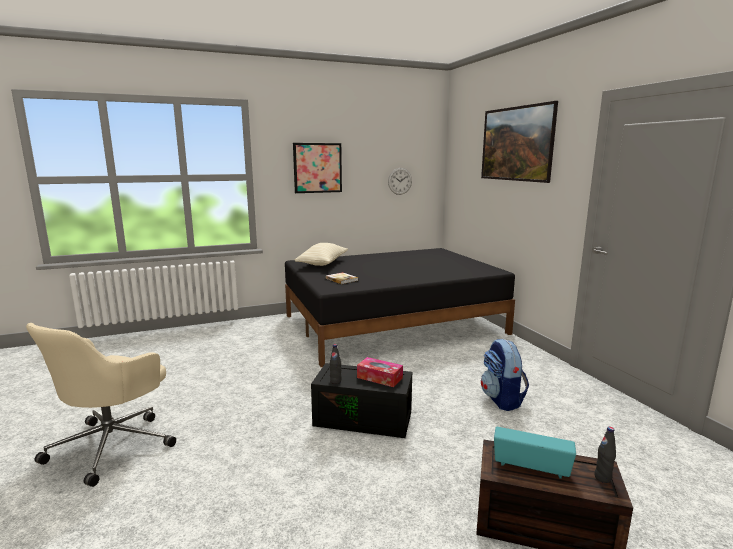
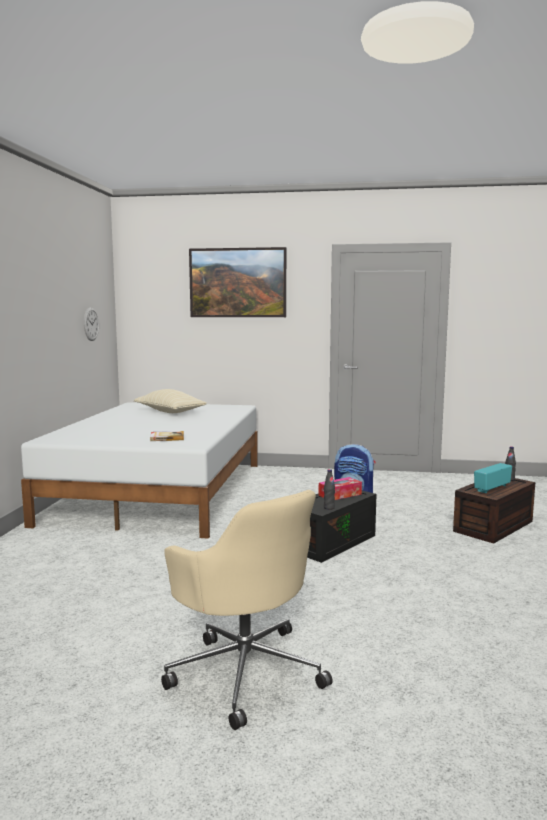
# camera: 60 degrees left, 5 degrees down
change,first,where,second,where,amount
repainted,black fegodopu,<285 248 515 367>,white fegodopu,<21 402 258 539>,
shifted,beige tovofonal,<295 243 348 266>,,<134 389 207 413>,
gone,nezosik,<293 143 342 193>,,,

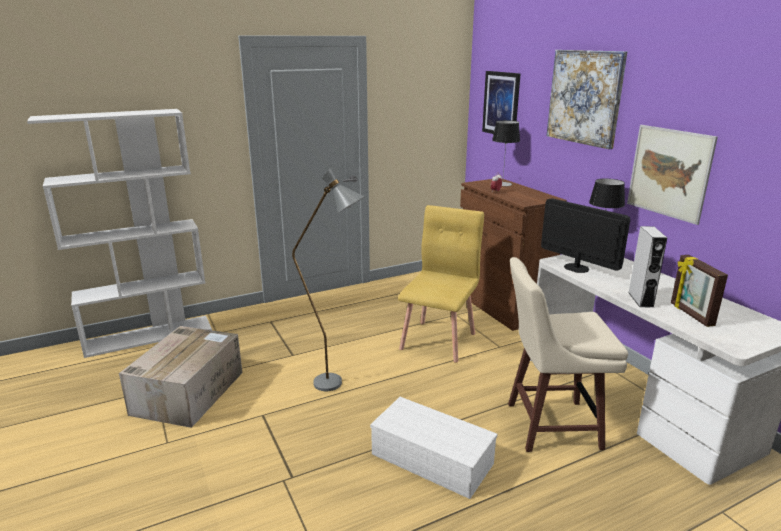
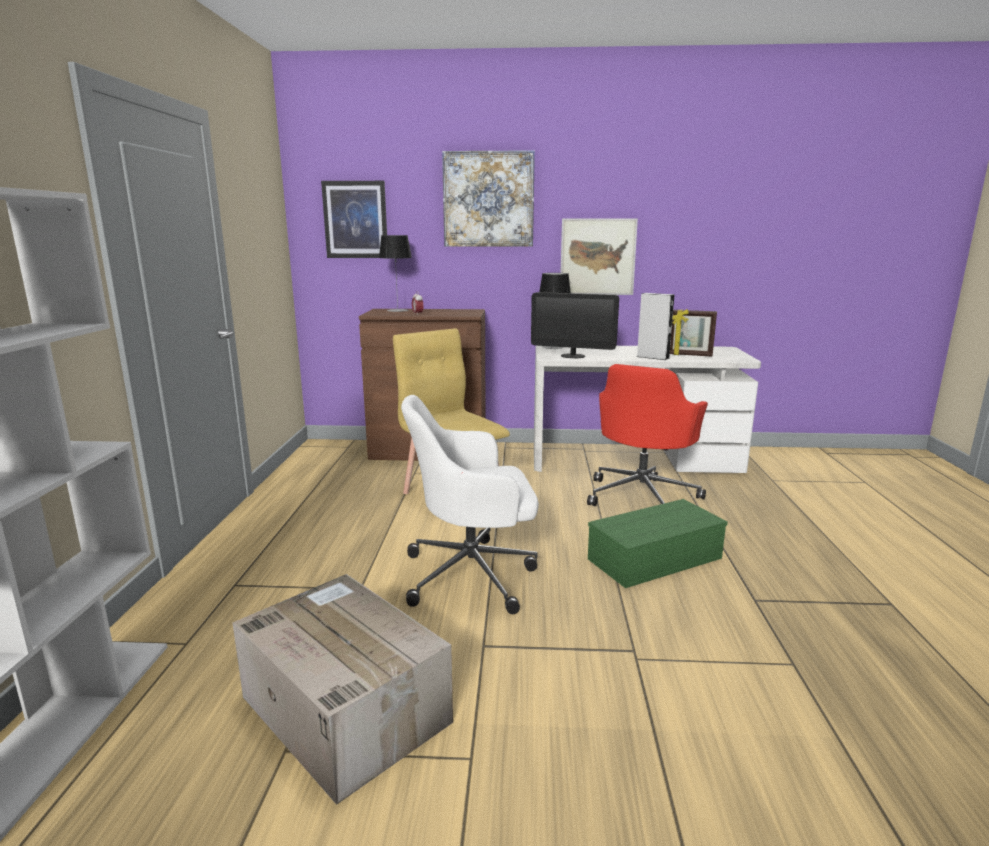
# camera: 60 degrees left, 5 degrees down
change,first,where,second,where,amount
swapped,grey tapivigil,<292 168 365 391>,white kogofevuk,<401 395 539 614>,
rotated,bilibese,<541 198 630 273>,,<531 292 619 359>,150 degrees counterclockwise
swapped,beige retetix,<508 257 628 452>,red kogofevuk,<587 364 708 506>,
repainted,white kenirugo,<370 397 497 499>,green kenirugo,<588 499 728 588>,

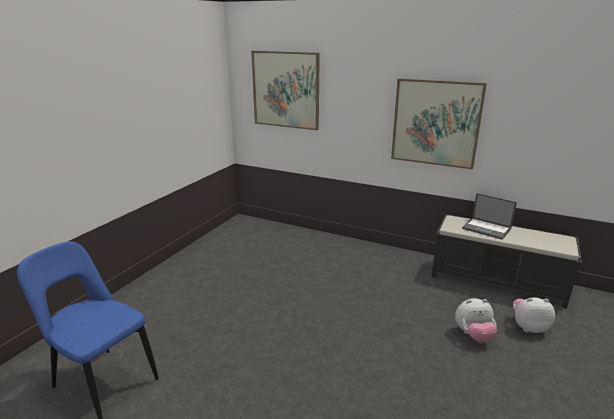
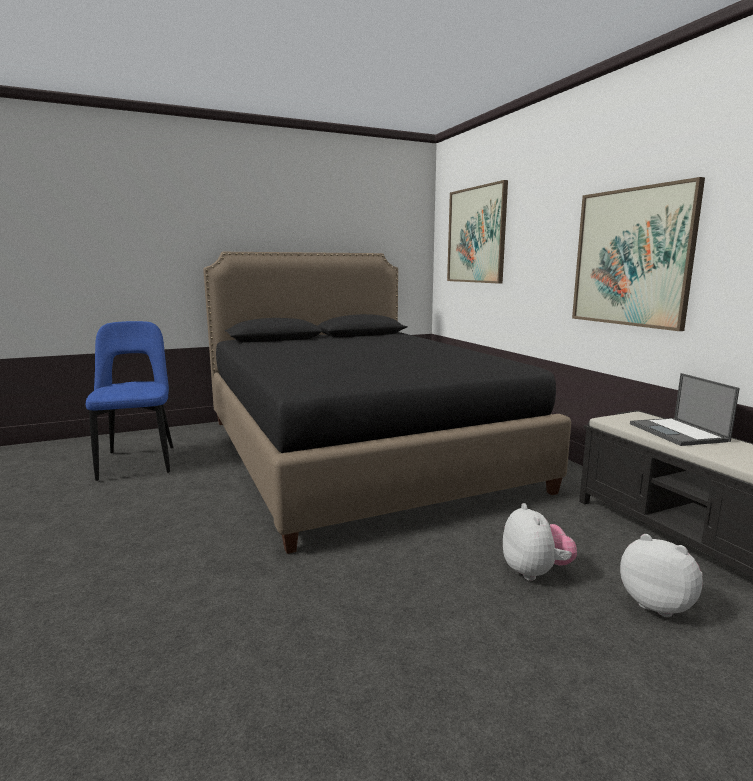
# camera: 40 degrees right, 10 degrees down
change,first,where,second,where,amount
new,,,black fegodopu,<203 252 571 554>,
rotated,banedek,<455 298 497 342>,,<503 503 577 581>,135 degrees counterclockwise

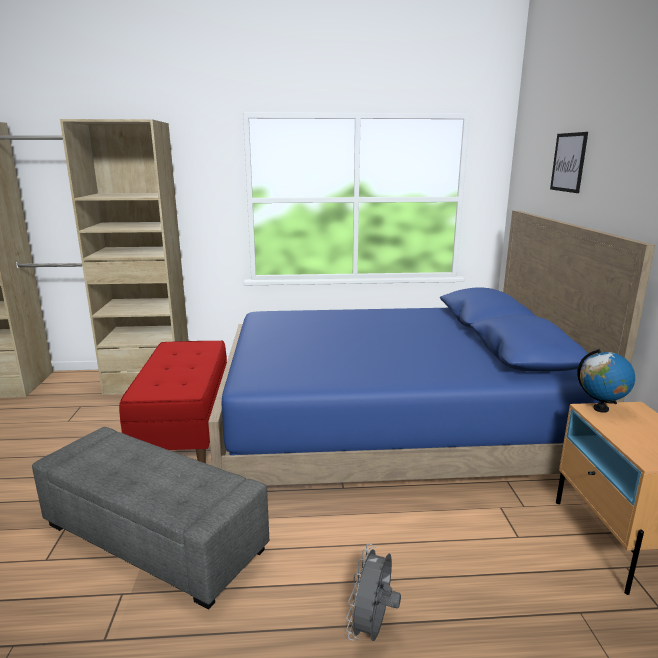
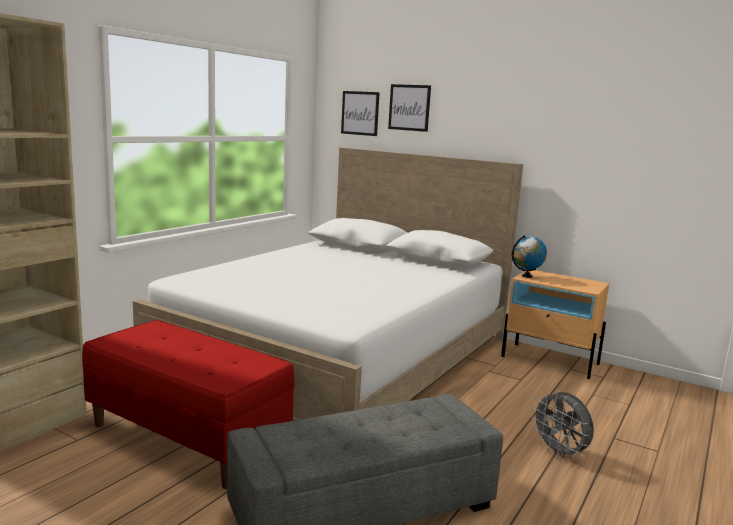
# camera: 55 degrees left, 5 degrees down
change,first,where,second,where,amount
repainted,blue fegodopu,<208 210 655 486>,white fegodopu,<133 148 523 421>,
new,,,nezosik,<341 91 380 136>,

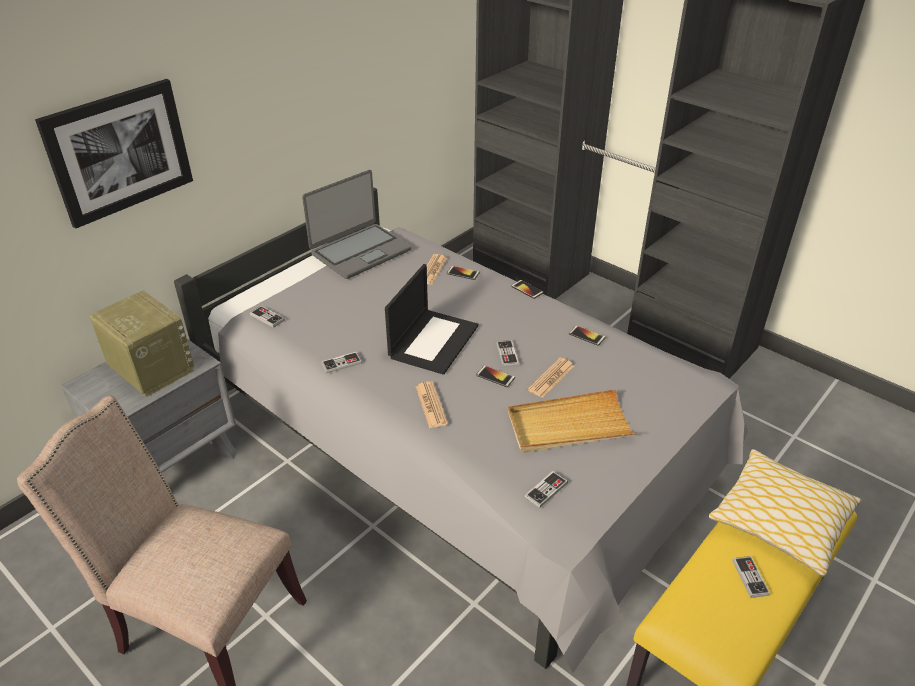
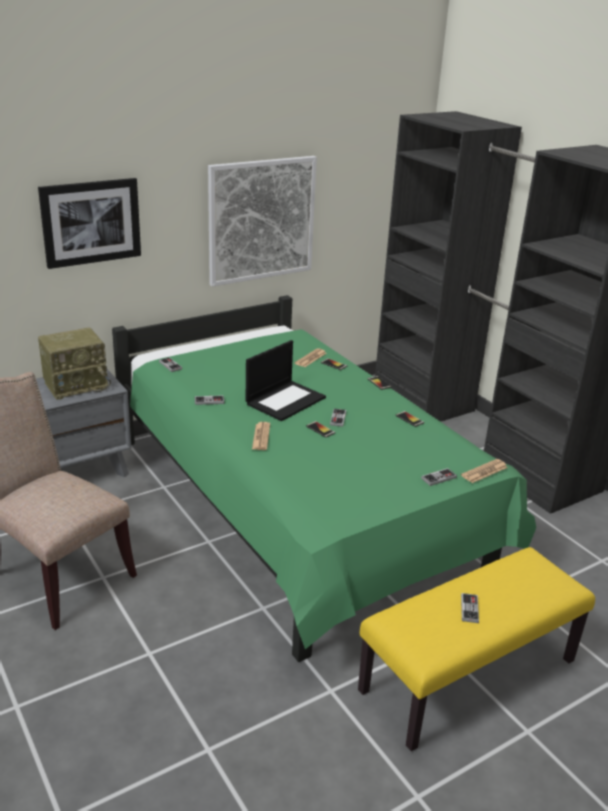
# camera: 15 degrees right, 10 degrees down
change,first,where,second,where,amount
rotated,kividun,<89 290 194 397>,,<38 327 111 400>,90 degrees clockwise
repainted,grey fegodopu,<174 187 748 673>,green fegodopu,<112 295 536 662>,
new,,,nezosik,<208 156 317 287>,
shifted,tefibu,<525 471 568 508>,,<421 468 457 486>,
shifted,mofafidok,<528 358 574 398>,,<461 459 508 483>,
gone,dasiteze,<302 170 412 279>,,,
gone,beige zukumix,<508 389 638 453>,,,
gone,tovofonal,<709 449 862 576>,,,

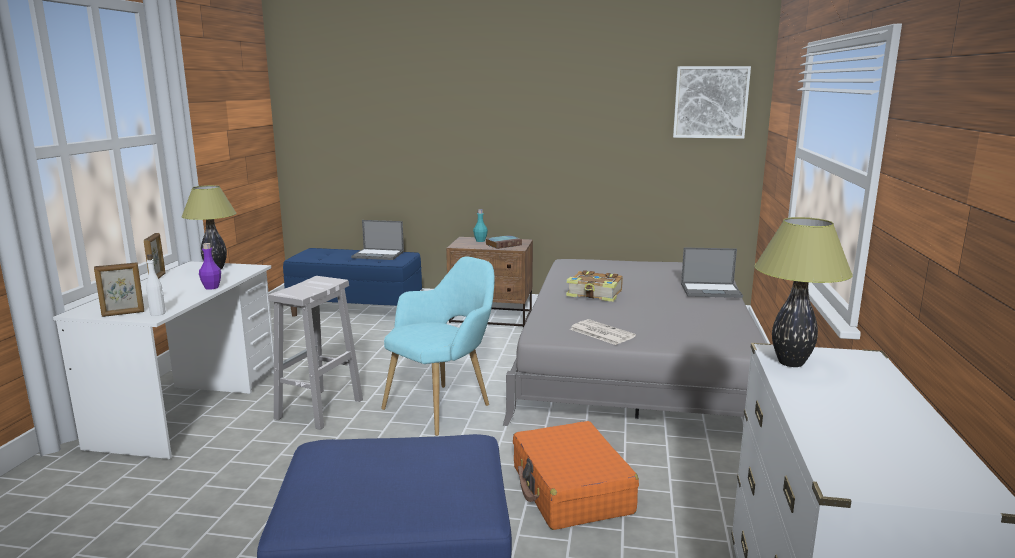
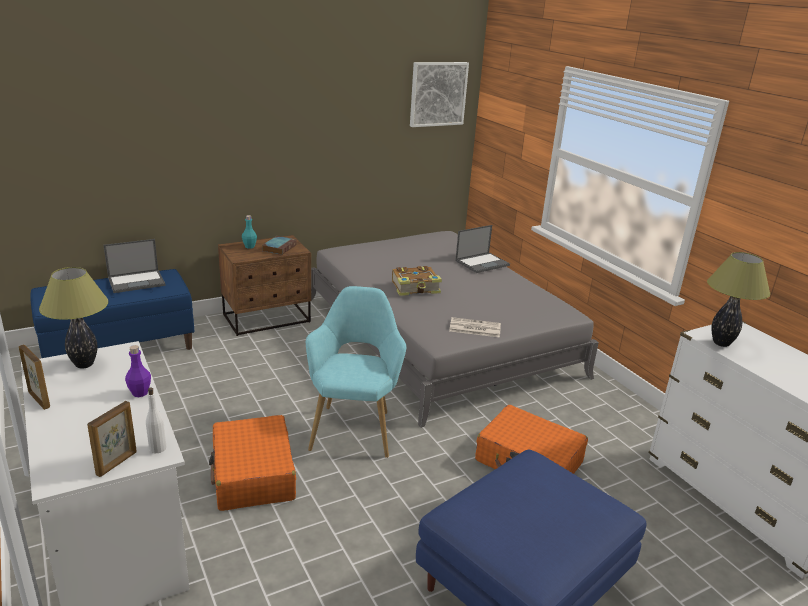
# camera: 40 degrees left, 10 degrees up
change,first,where,second,where,amount
swapped,white retetix,<268 276 363 430>,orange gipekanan,<209 415 296 511>,

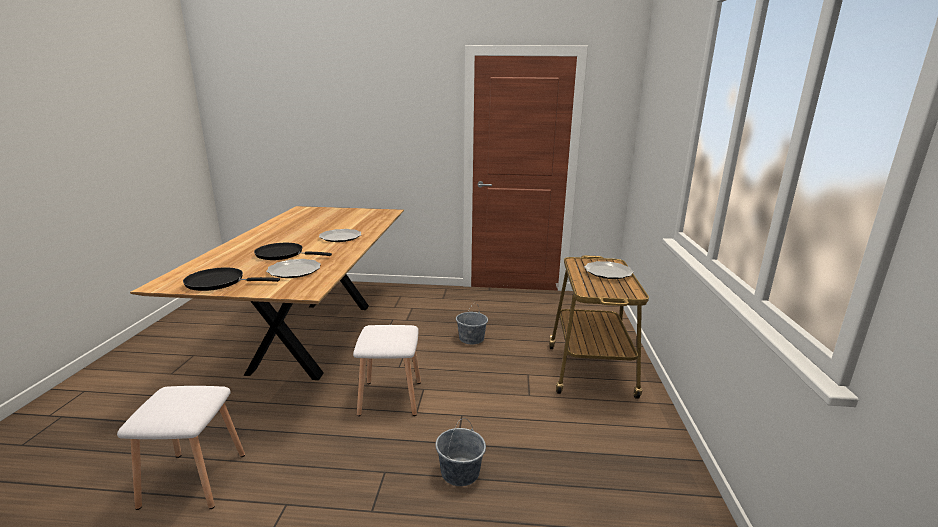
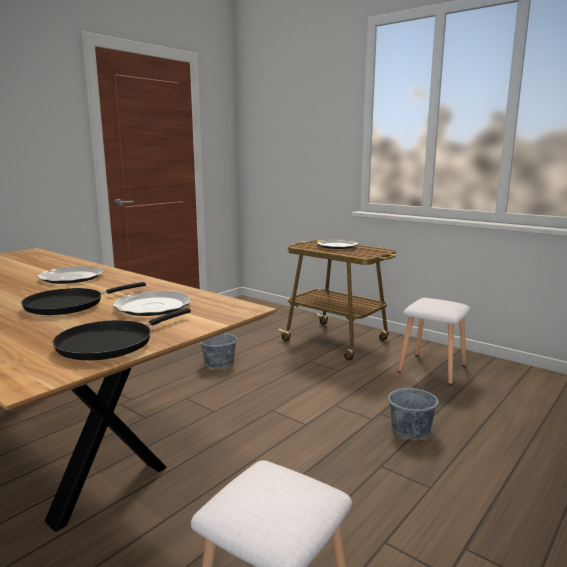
# camera: 55 degrees left, 5 degrees down
change,first,where,second,where,amount
shifted,white retetix,<353 325 421 416>,,<398 298 471 385>,

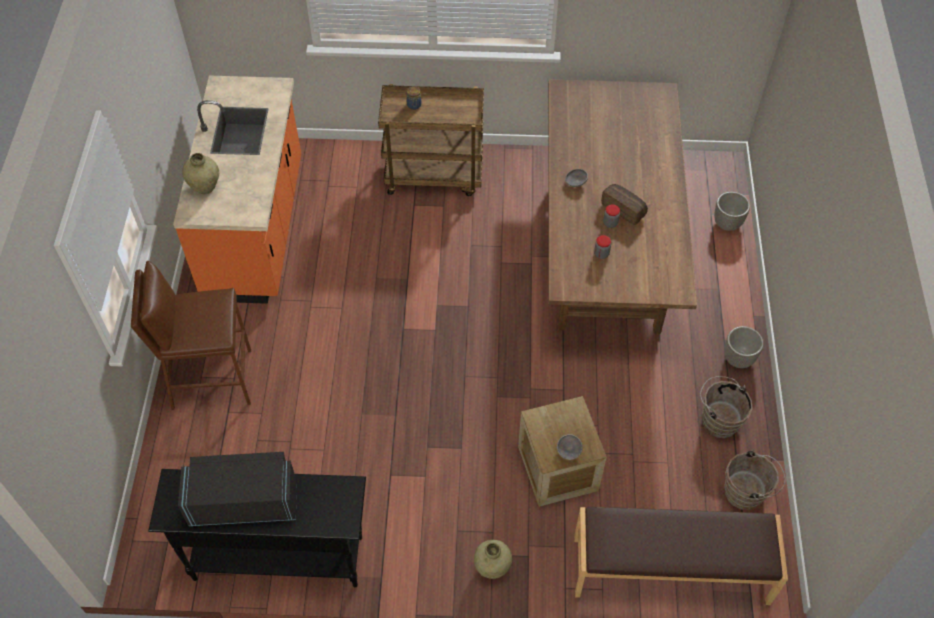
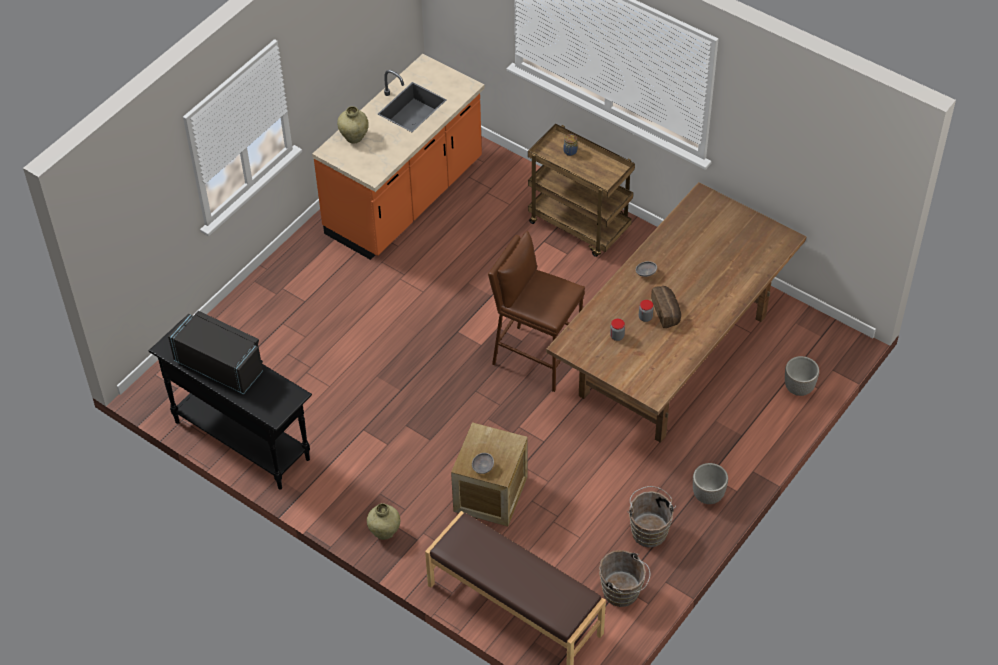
# camera: 35 degrees right, 5 degrees down
change,first,where,second,where,amount
shifted,brown retetix,<131 261 251 410>,,<488 231 585 392>,

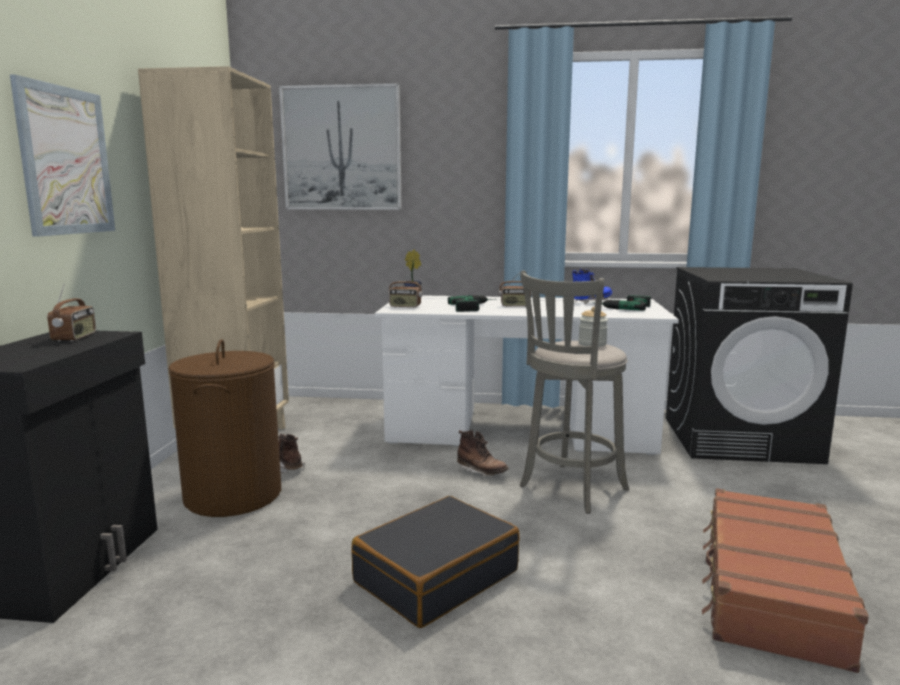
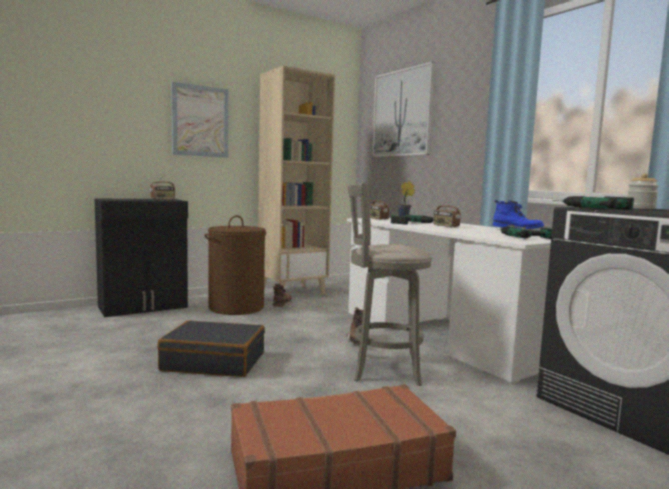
# camera: 50 degrees right, 5 degrees down
change,first,where,second,where,amount
new,,,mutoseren,<553 196 634 210>,
shifted,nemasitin,<578 307 608 347>,,<628 173 659 209>,

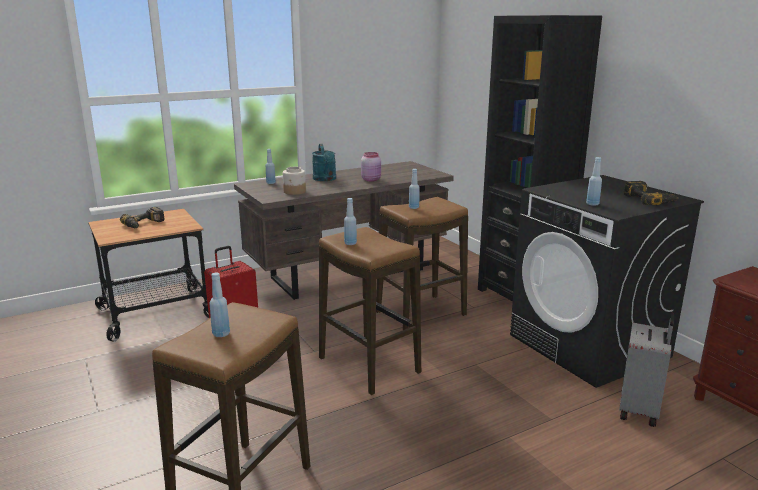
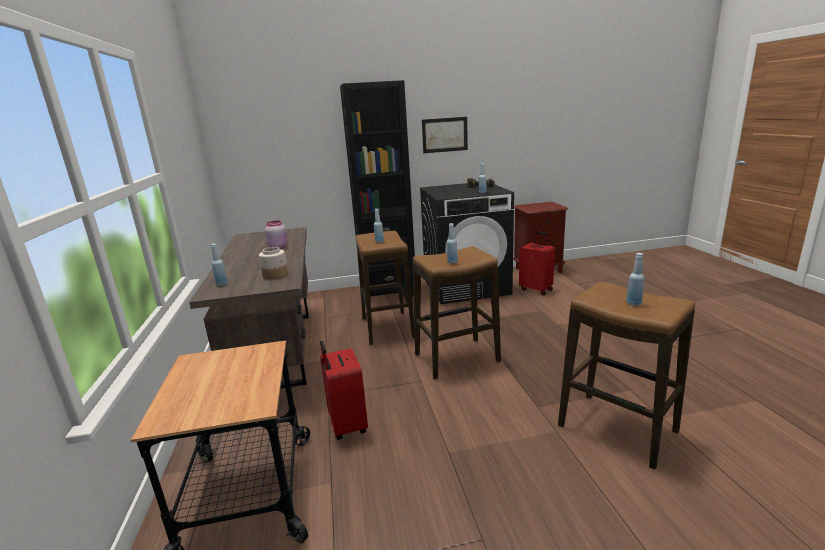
# camera: 70 degrees left, 0 degrees up
change,first,where,second,where,amount
new,,,nezosik,<422 117 468 153>,
repainted,grey gipekanan,<619 313 674 427>,red gipekanan,<519 231 555 295>,
gone,mutoseren,<120 207 165 228>,,,
gone,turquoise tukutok,<312 144 336 181>,,,

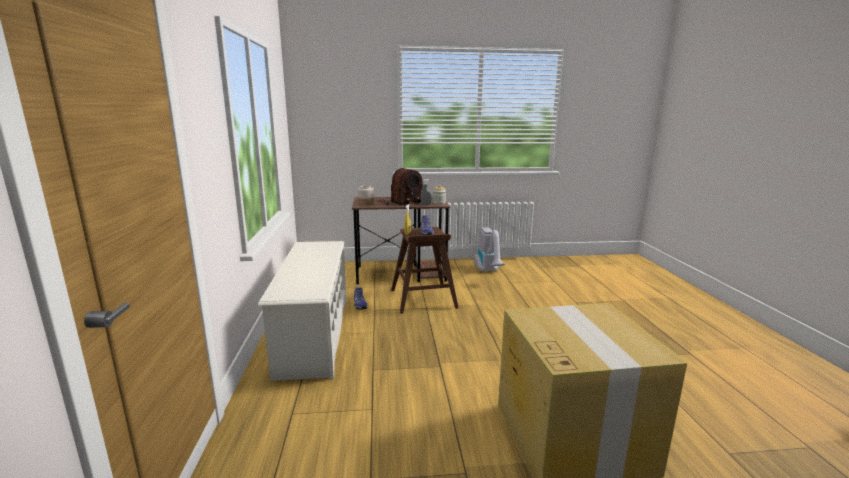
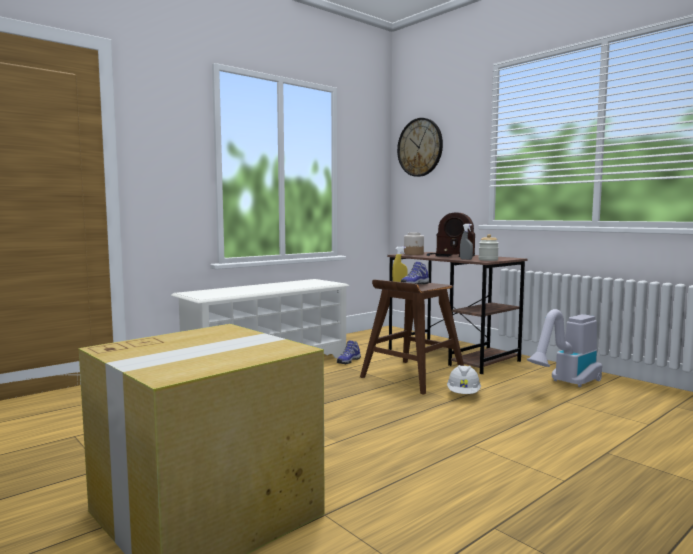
# camera: 55 degrees right, 10 degrees down
change,first,where,second,where,amount
new,,,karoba,<397 118 443 177>,
new,,,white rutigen,<447 365 481 394>,

